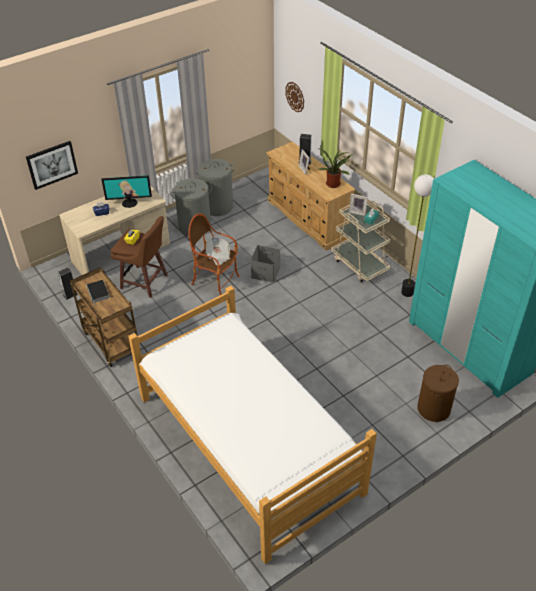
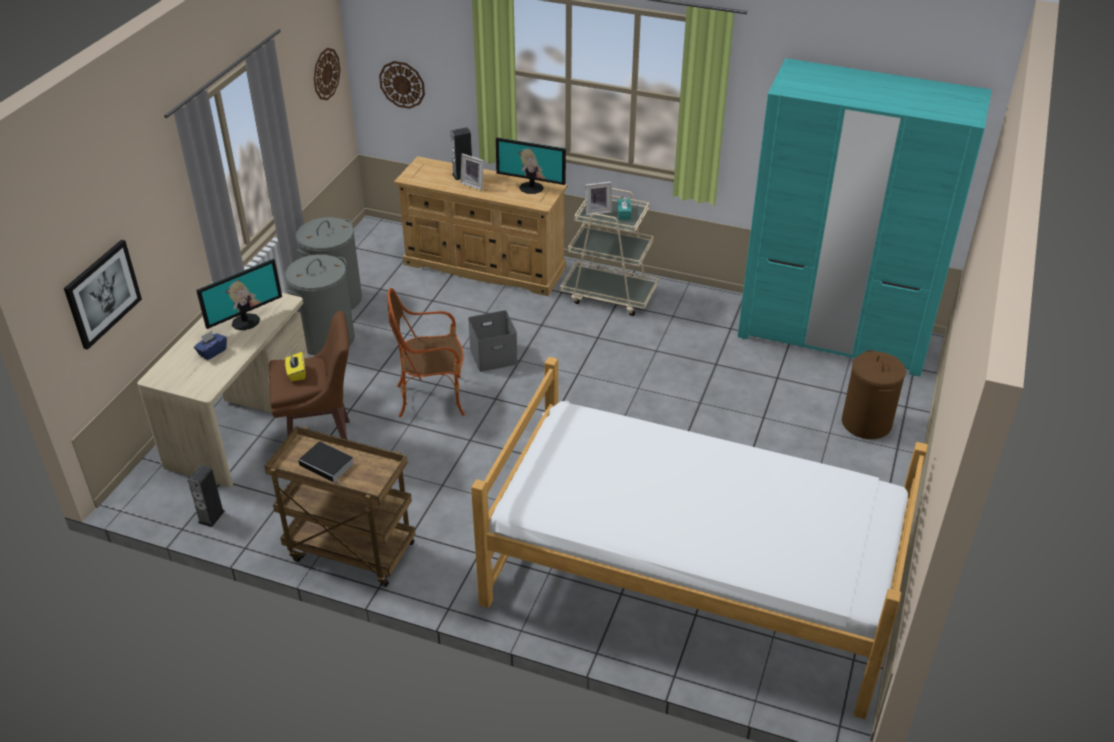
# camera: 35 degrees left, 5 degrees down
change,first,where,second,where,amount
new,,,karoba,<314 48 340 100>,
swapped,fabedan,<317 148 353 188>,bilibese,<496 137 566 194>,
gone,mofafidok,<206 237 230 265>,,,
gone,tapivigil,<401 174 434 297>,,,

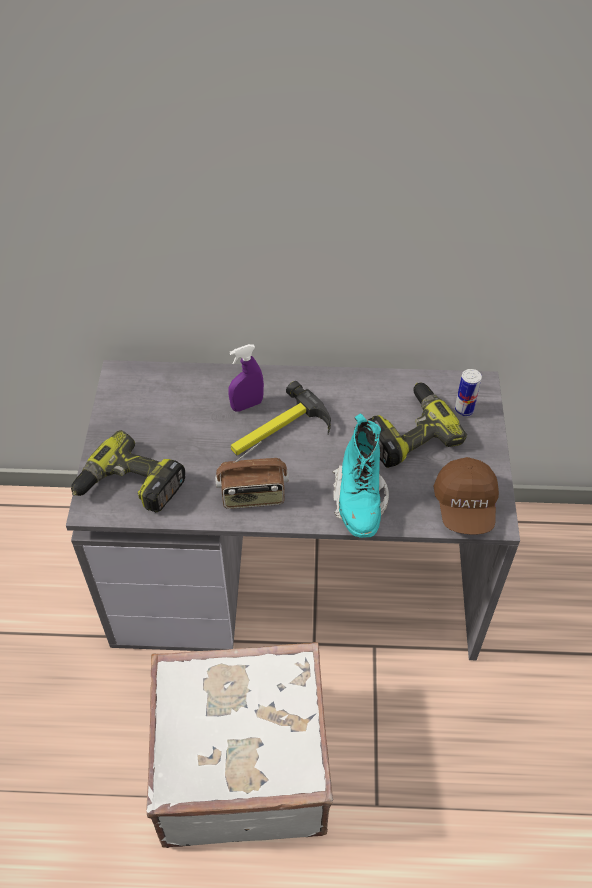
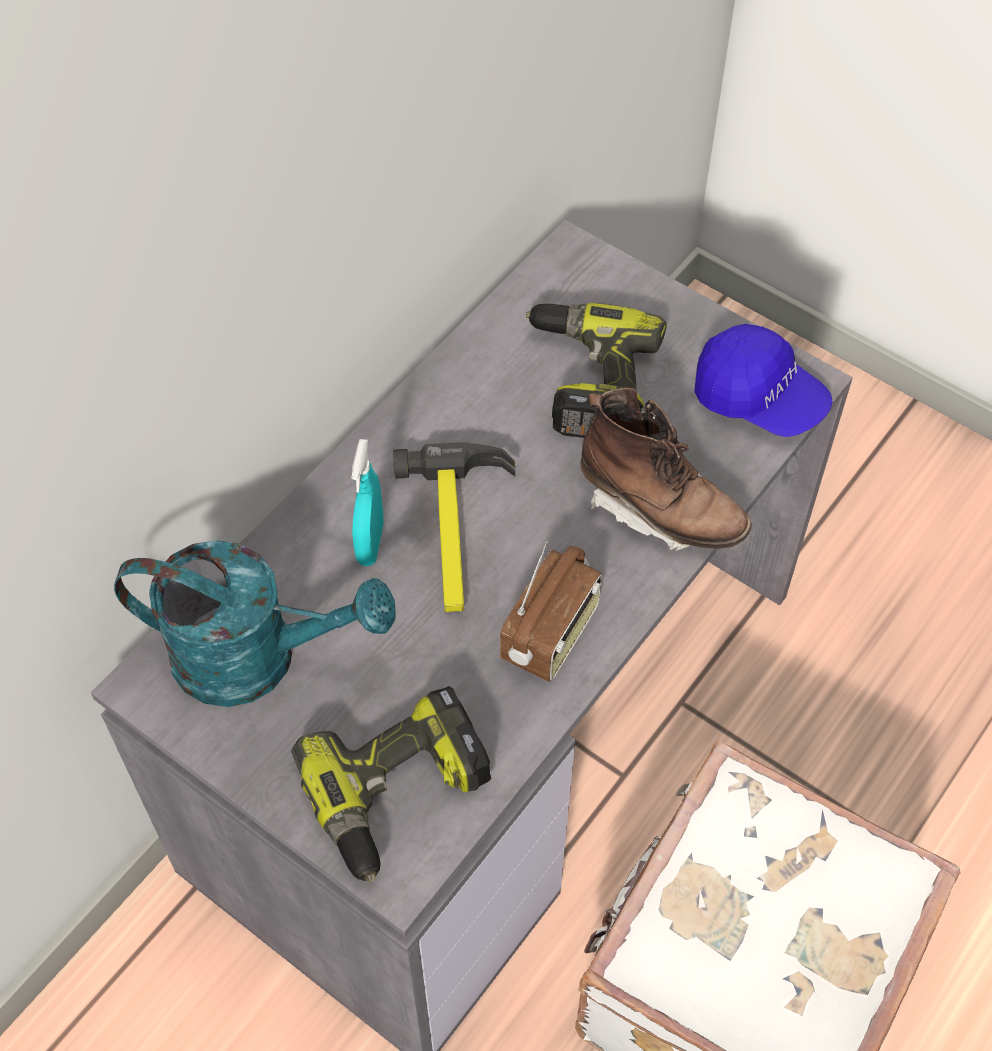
# camera: 55 degrees left, 5 degrees up
change,first,where,second,where,amount
new,,,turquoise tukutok,<114 540 395 707>,
repainted,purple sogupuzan,<228 344 264 412>,turquoise sogupuzan,<352 439 383 567>,
repainted,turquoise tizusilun,<333 413 389 538>,brown tizusilun,<580 388 752 551>,
repainted,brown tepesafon,<433 457 499 535>,blue tepesafon,<694 324 833 437>,
gone,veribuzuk,<455 369 482 416>,,,

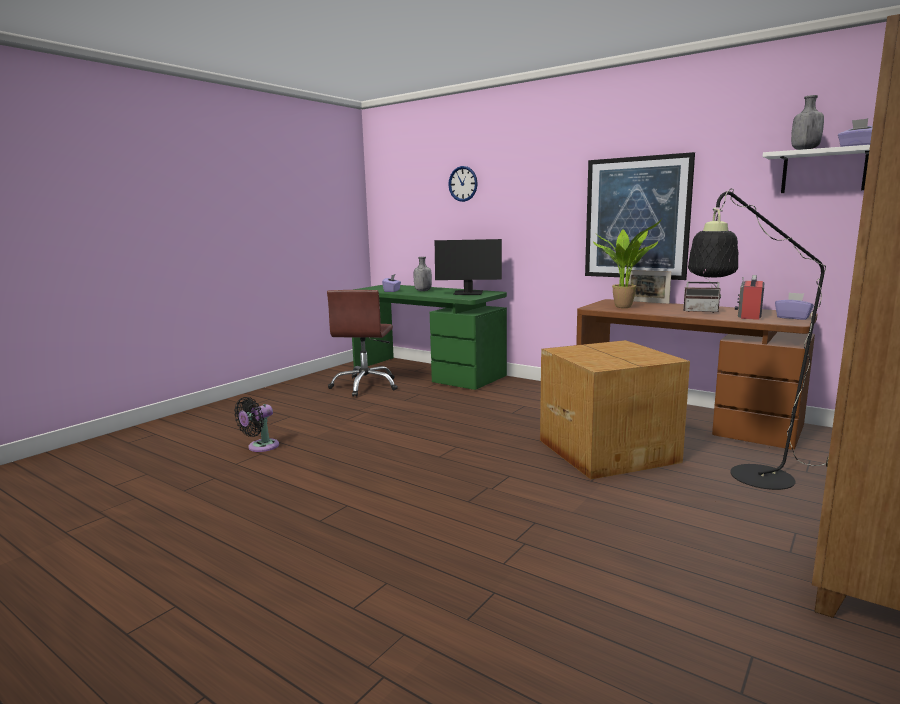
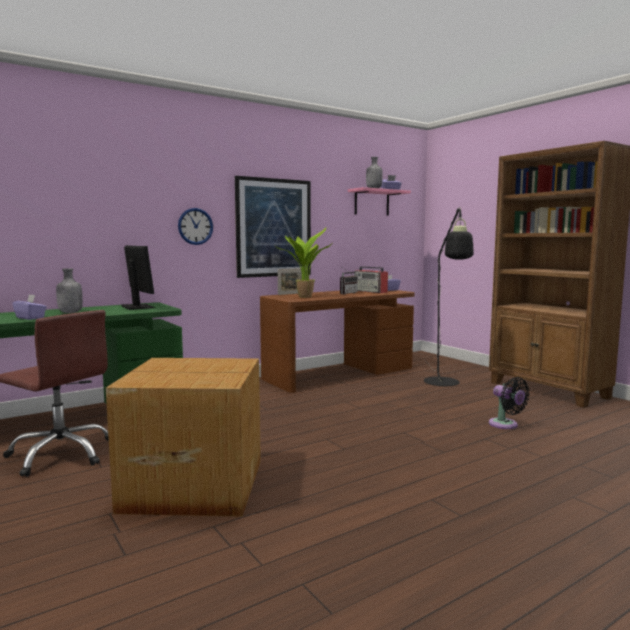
# camera: 70 degrees left, 5 degrees down
change,first,where,second,where,amount
shifted,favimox,<540 340 690 479>,,<106 358 261 517>,
rotated,bilibese,<435 239 502 295>,,<120 245 155 310>,60 degrees counterclockwise
shifted,karoba,<448 166 478 202>,,<178 208 213 245>,
repainted,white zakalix,<763 145 870 193>,pink zakalix,<348 187 411 216>,
shifted,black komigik,<234 397 279 452>,,<489 377 530 429>,

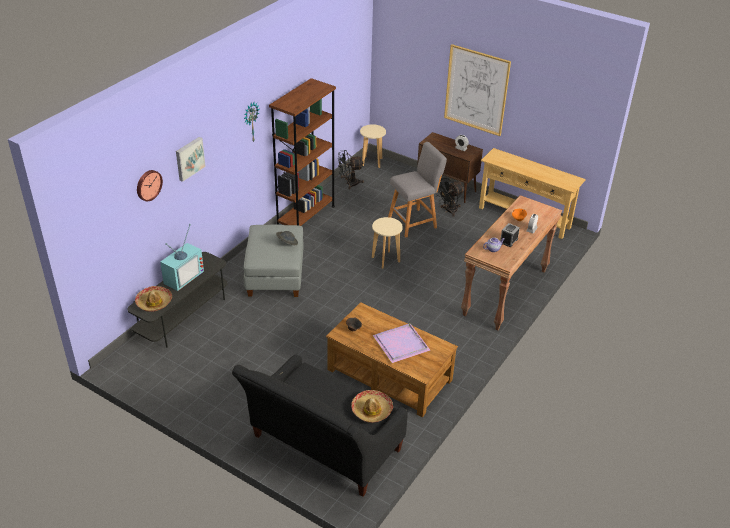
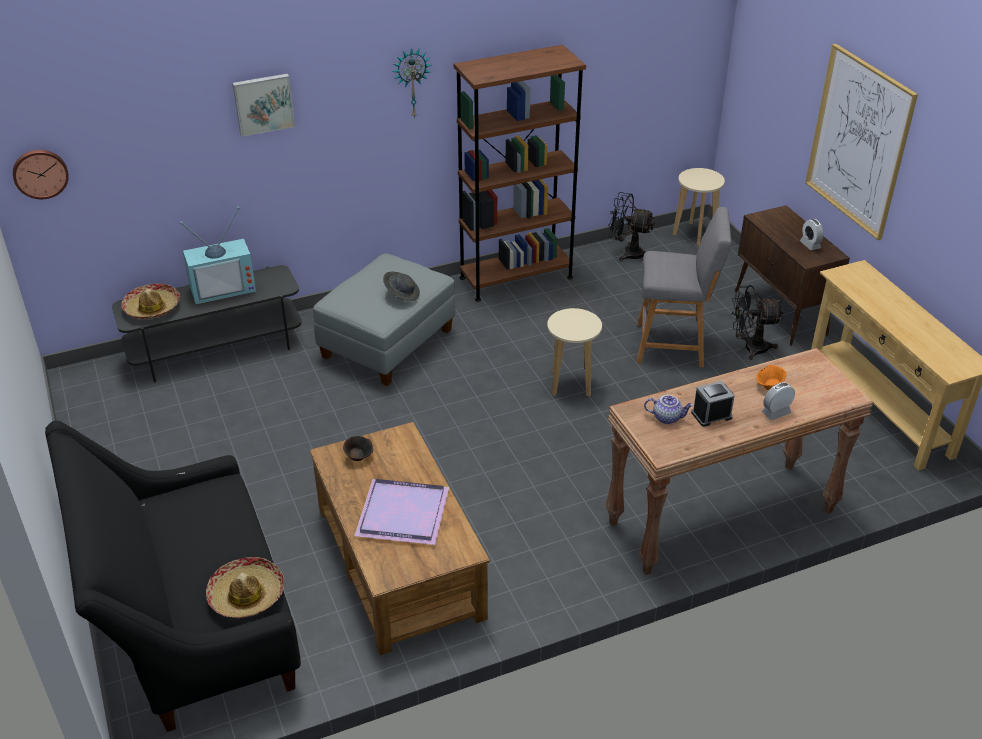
# camera: 35 degrees right, 0 degrees up
change,first,where,second,where,amount
shifted,karoba,<137 170 163 201>,,<13 150 69 199>,

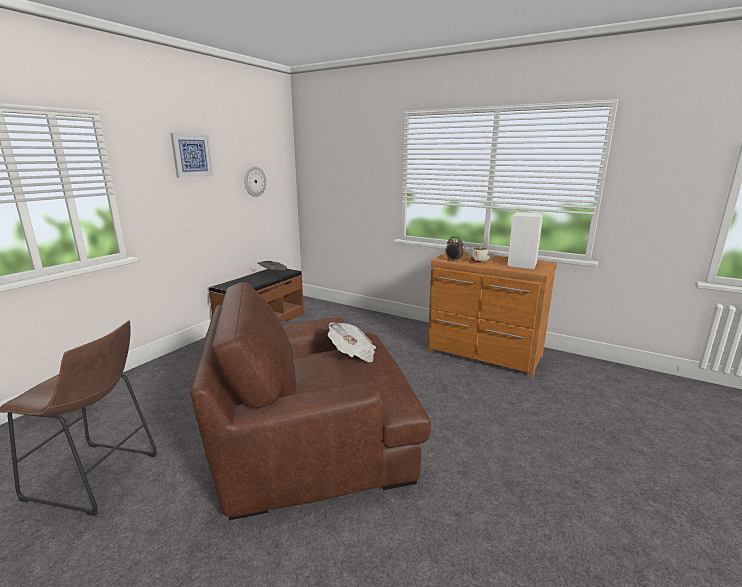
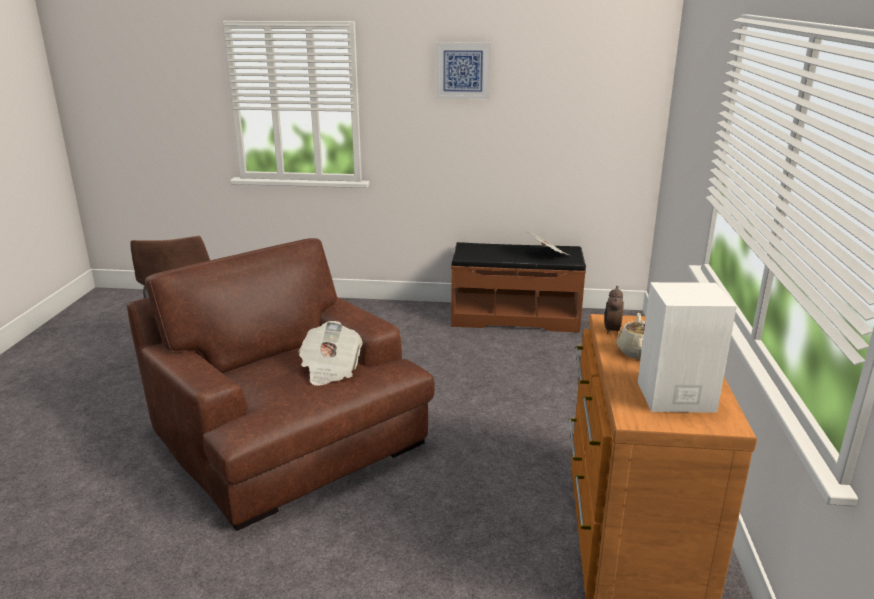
# camera: 65 degrees right, 5 degrees up
change,first,where,second,where,amount
gone,karoba,<244 166 266 197>,,,

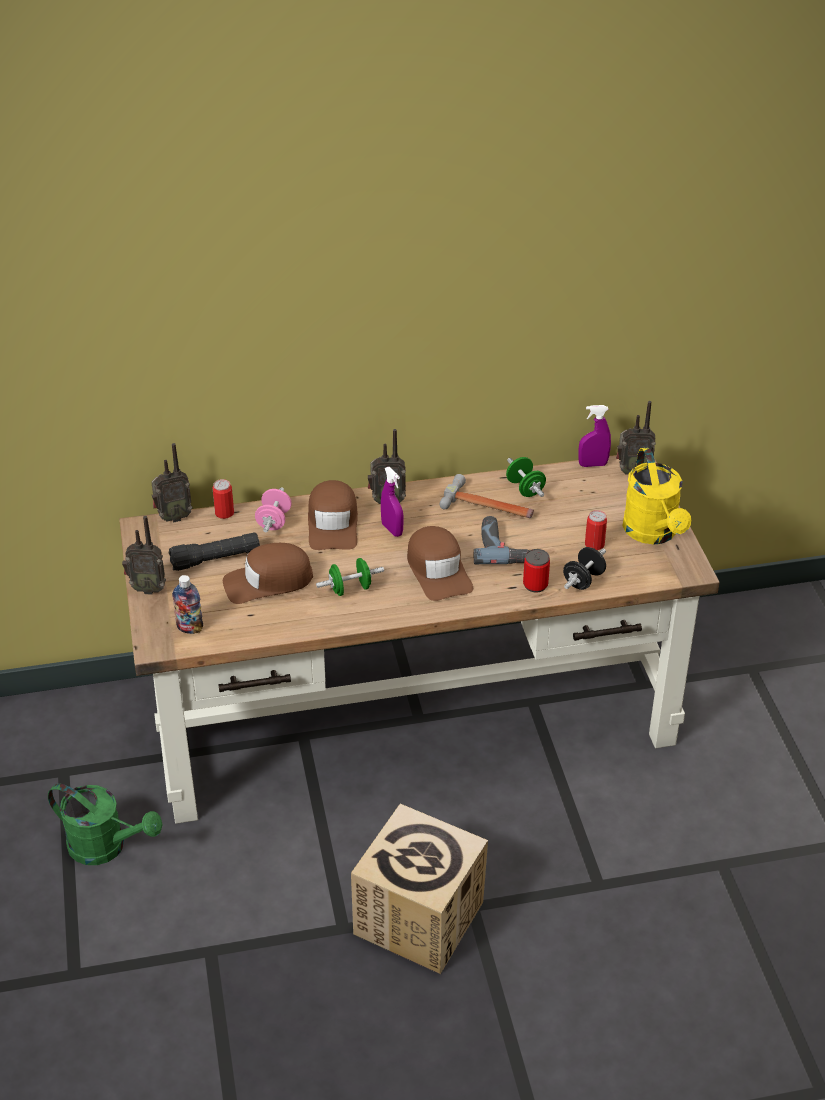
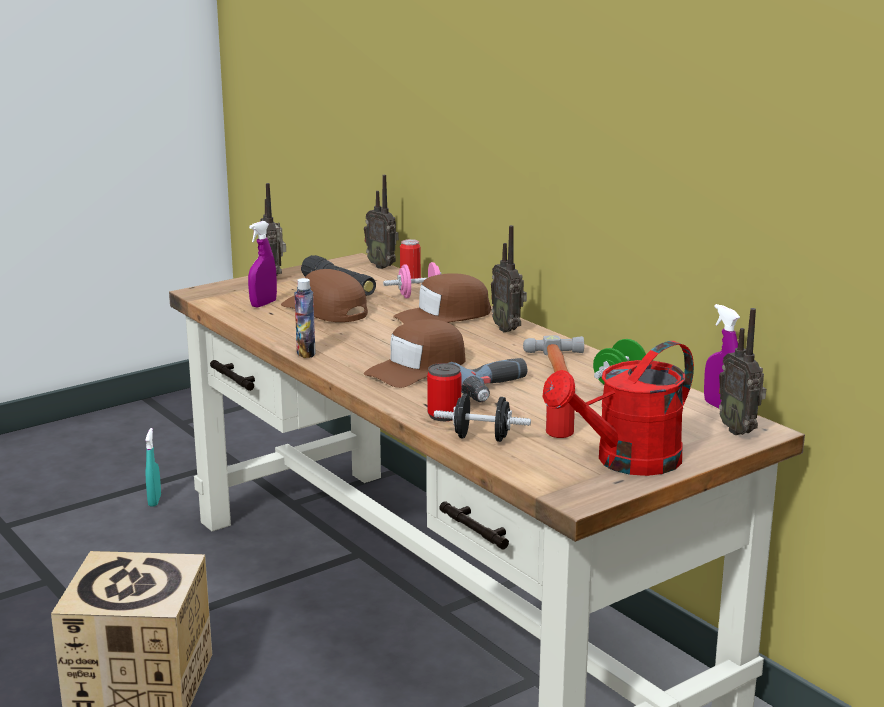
# camera: 65 degrees right, 20 degrees down
change,first,where,second,where,amount
swapped,green tukutok,<48 783 163 865>,turquoise sogupuzan,<145 428 161 506>,
shifted,purple sogupuzan,<381 467 404 537>,,<248 221 277 308>,
shifted,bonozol,<172 575 203 634>,,<294 278 316 358>,
repainted,yellow tukutok,<622 448 691 544>,red tukutok,<543 341 694 476>,
gone,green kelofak,<316 558 384 596>,,,

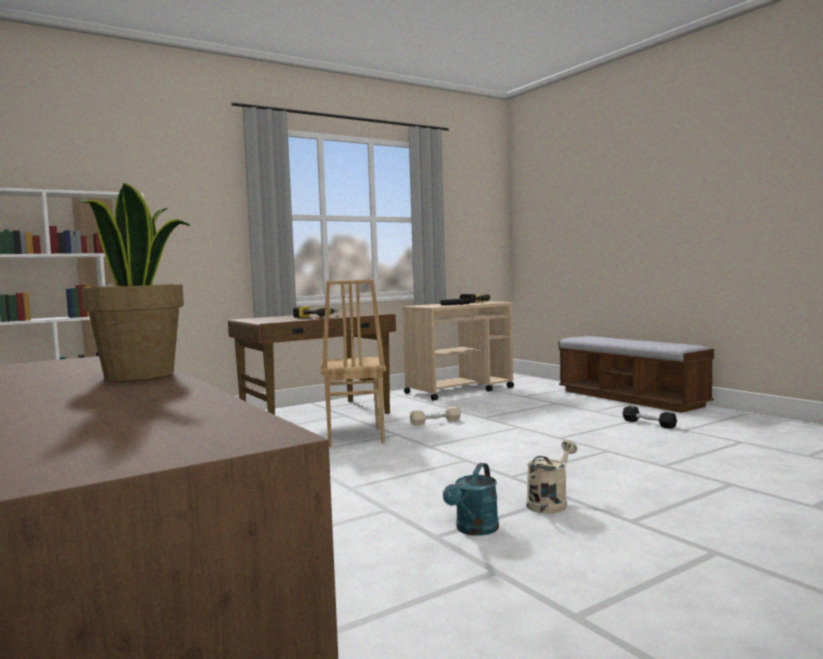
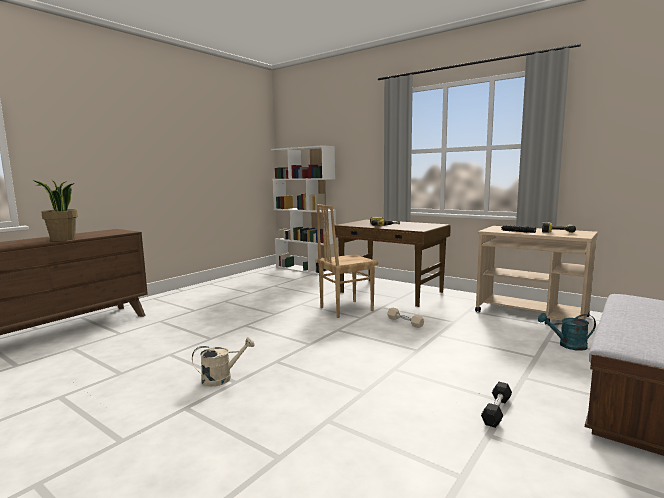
# camera: 70 degrees right, 5 degrees up
change,first,where,second,where,amount
rotated,beige tukutok,<526 440 577 514>,,<192 337 255 387>,45 degrees counterclockwise
shifted,turquoise tukutok,<443 463 499 536>,,<538 313 596 351>,

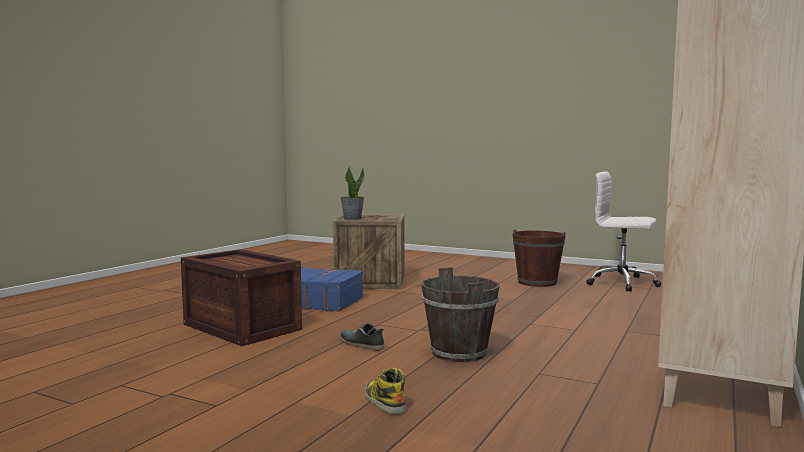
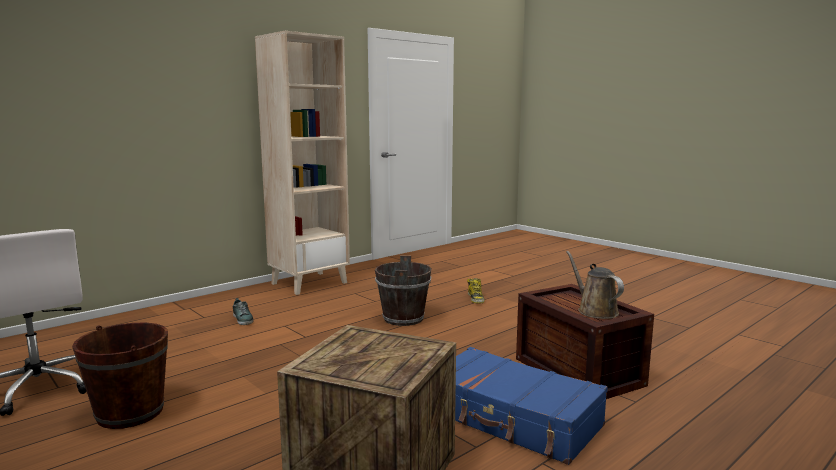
# camera: 160 degrees left, 5 degrees up
change,first,where,second,where,amount
shifted,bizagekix,<340 323 384 351>,,<233 298 253 325>,
new,,,brown tukutok,<566 251 624 319>,
gone,fabedan,<340 166 364 220>,,,

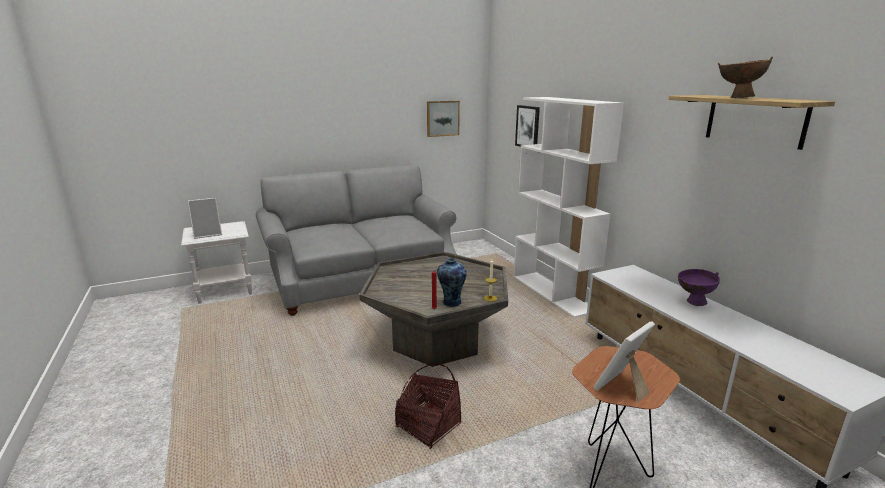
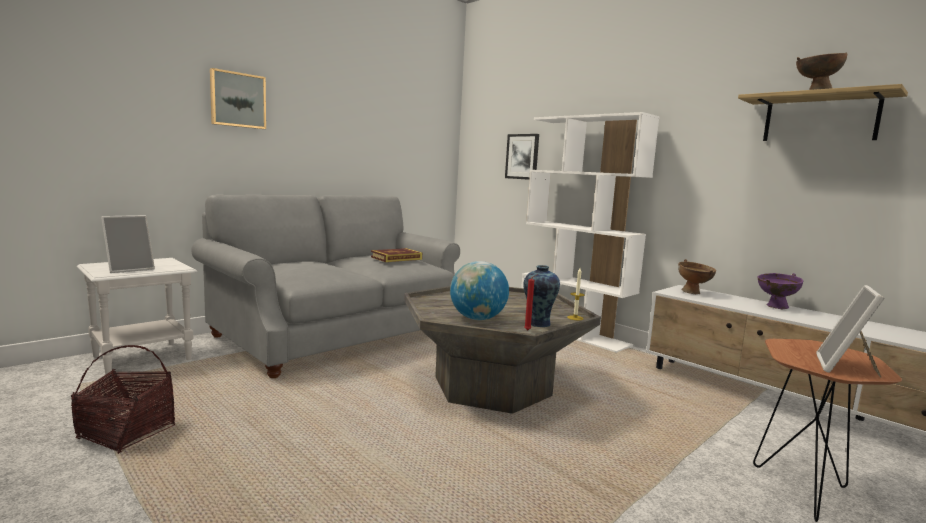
# camera: 20 degrees left, 10 degrees down
change,first,where,second,where,amount
shifted,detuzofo,<395 364 461 449>,,<71 345 175 454>,
shifted,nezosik,<427 101 460 137>,,<210 68 266 129>,
new,,,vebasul,<371 248 422 262>,
new,,,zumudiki,<450 261 509 320>,
new,,,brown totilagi,<678 259 716 294>,

